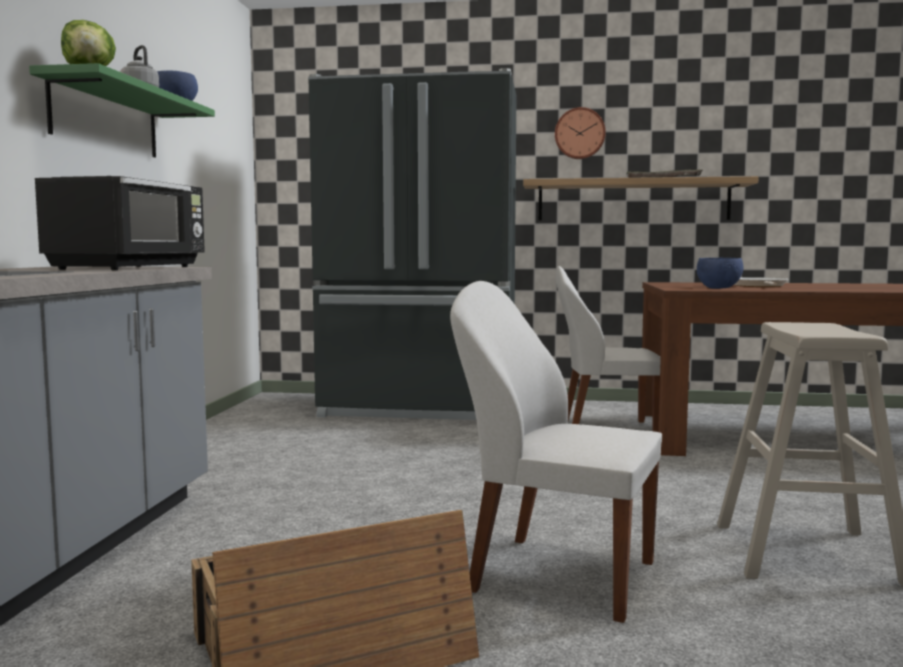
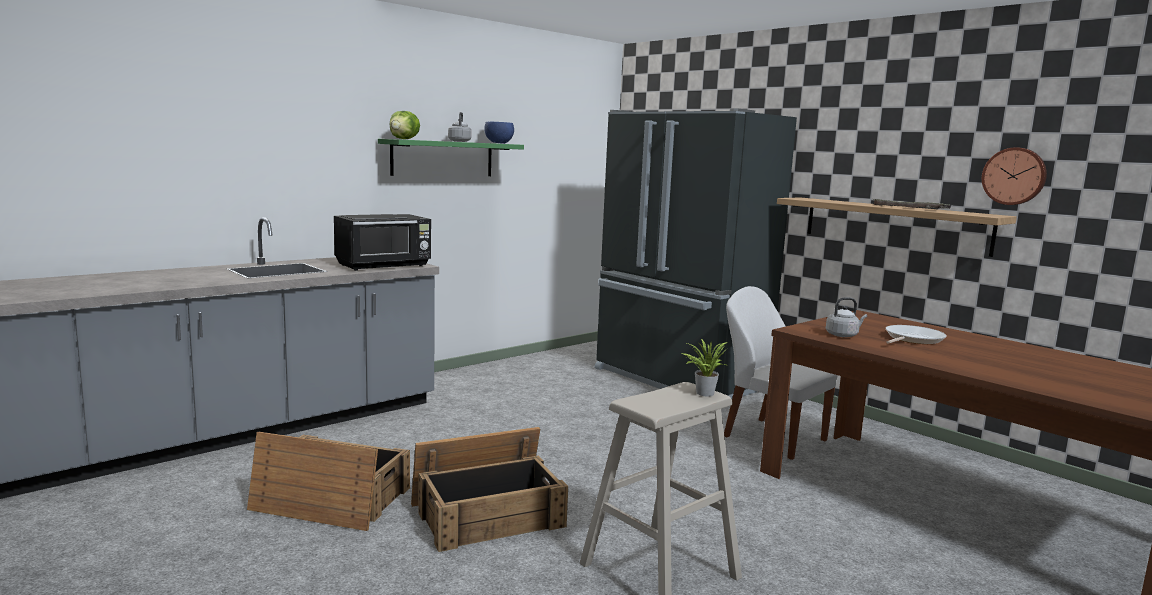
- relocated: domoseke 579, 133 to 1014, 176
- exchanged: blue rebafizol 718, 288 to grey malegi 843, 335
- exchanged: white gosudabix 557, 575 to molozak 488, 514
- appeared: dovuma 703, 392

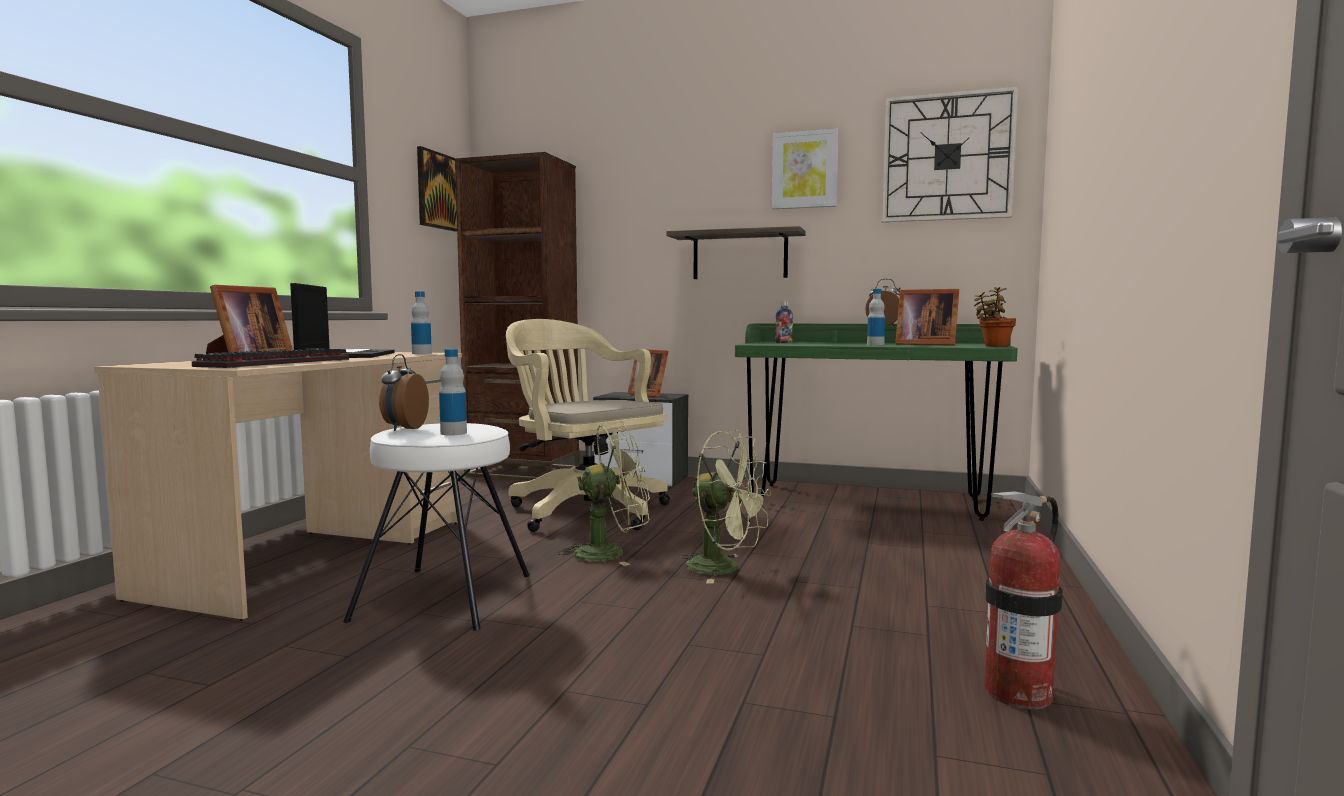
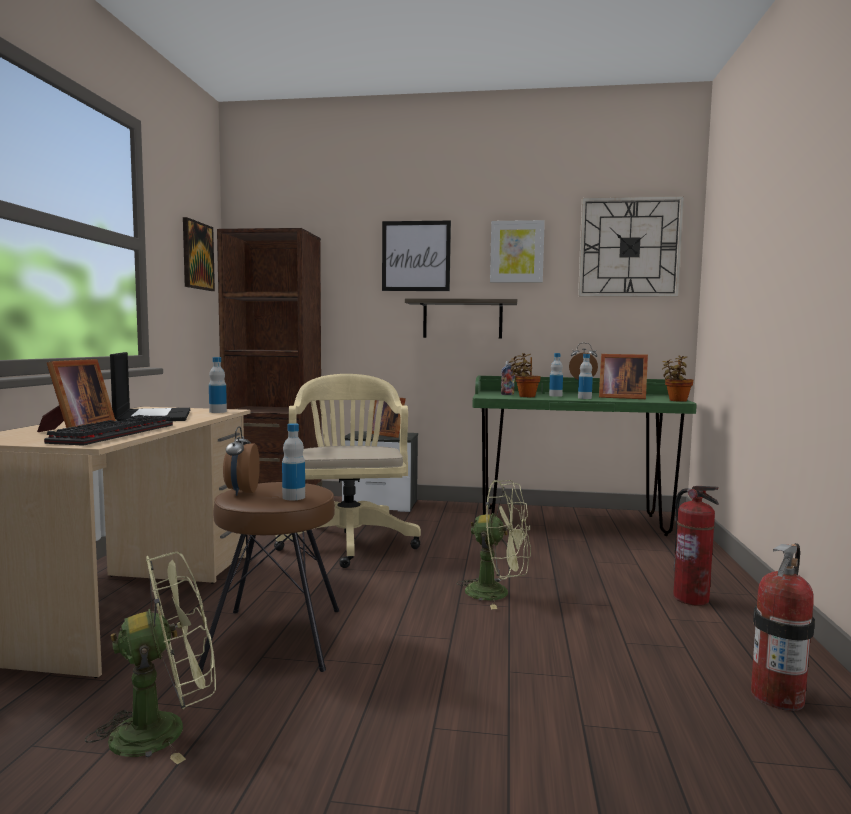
- spun: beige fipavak 583, 510 = 348, 539 45 degrees clockwise
- relocated: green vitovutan 610, 553 to 164, 729
- colour: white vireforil 446, 597 to brown vireforil 277, 638
- appeared: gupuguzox 416, 256
- appeared: dovuma 525, 396
- appeared: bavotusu 555, 396
- appeared: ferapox 691, 598

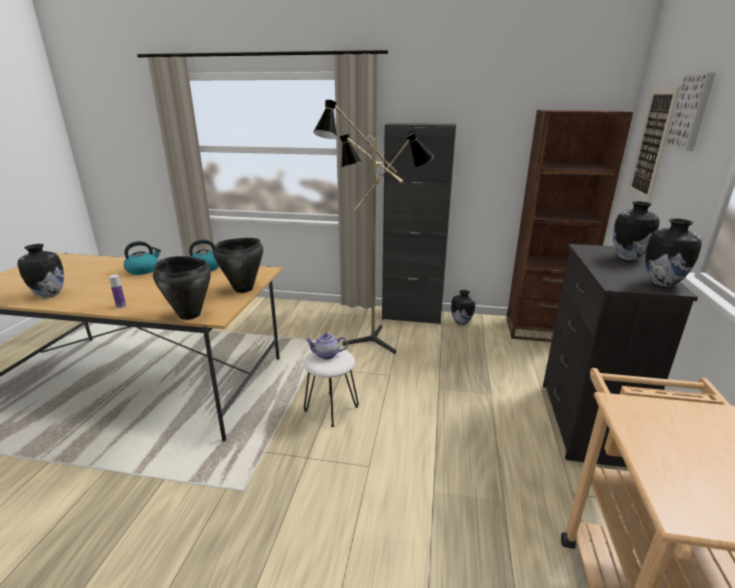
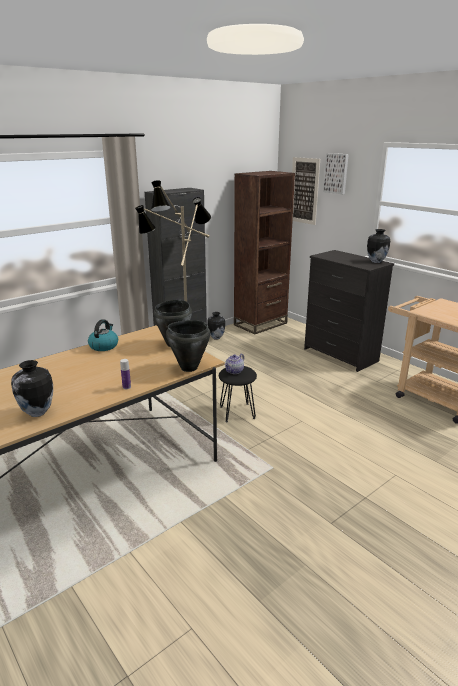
- missing: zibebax 627, 257
- missing: malegi 143, 270
- colour: white vireforil 331, 408 to black vireforil 237, 412

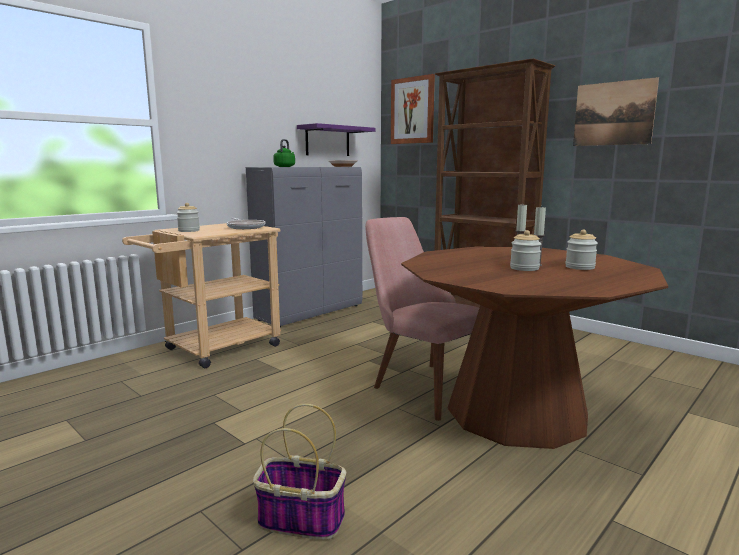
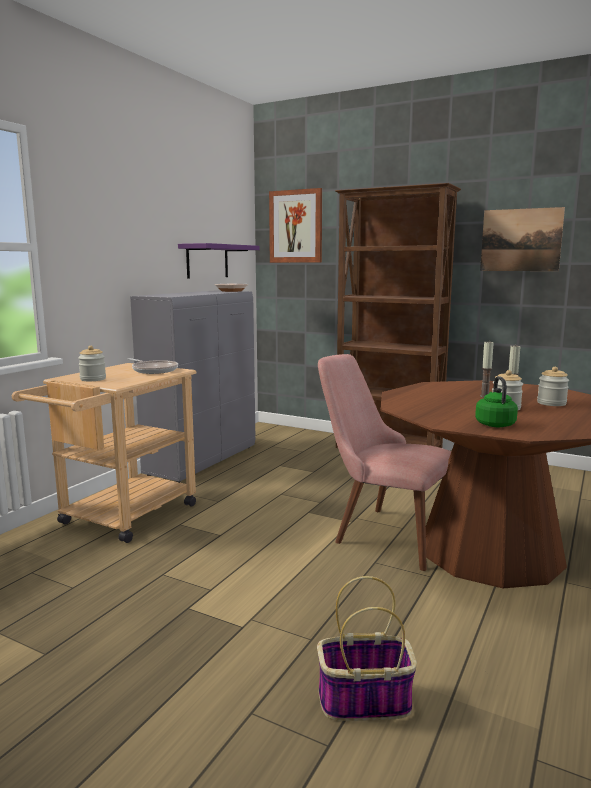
- relocated: green malegi 285, 166 to 494, 424

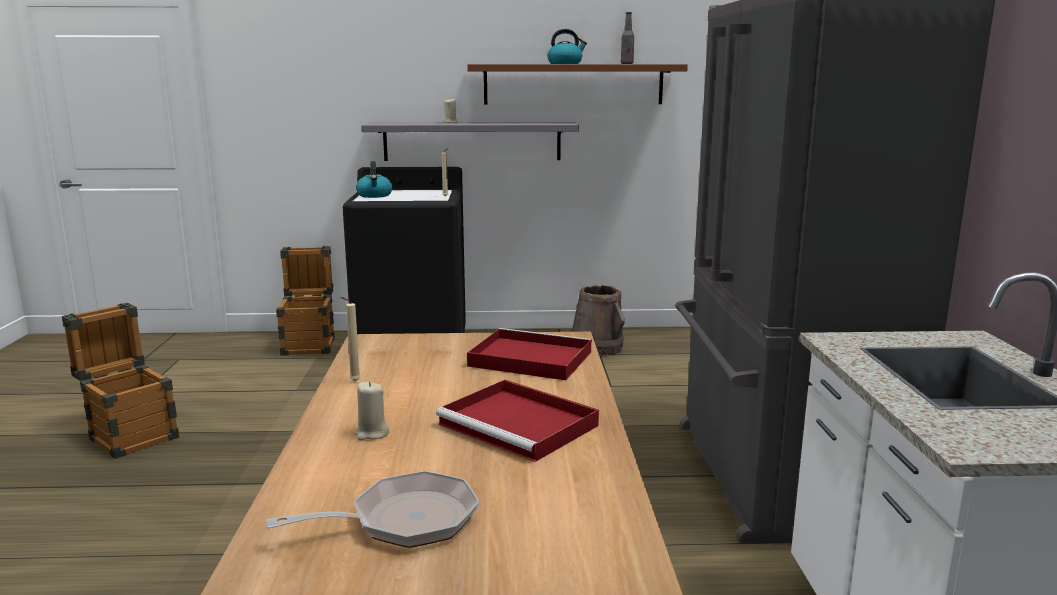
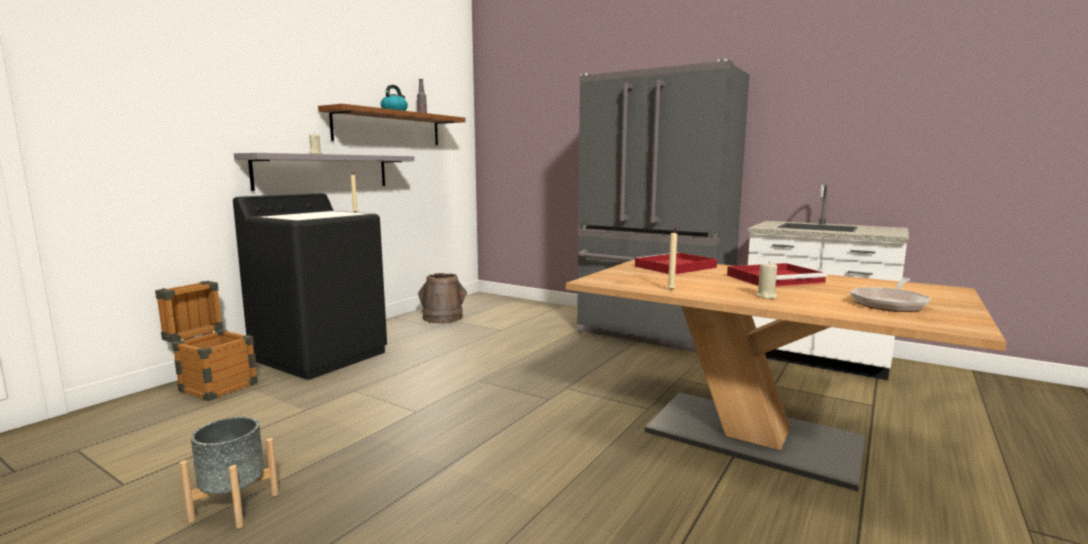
- missing: malegi 374, 195
- exchanged: molozak 130, 435 to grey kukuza 234, 507
- spun: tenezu 404, 521 = 890, 303 150 degrees counterclockwise

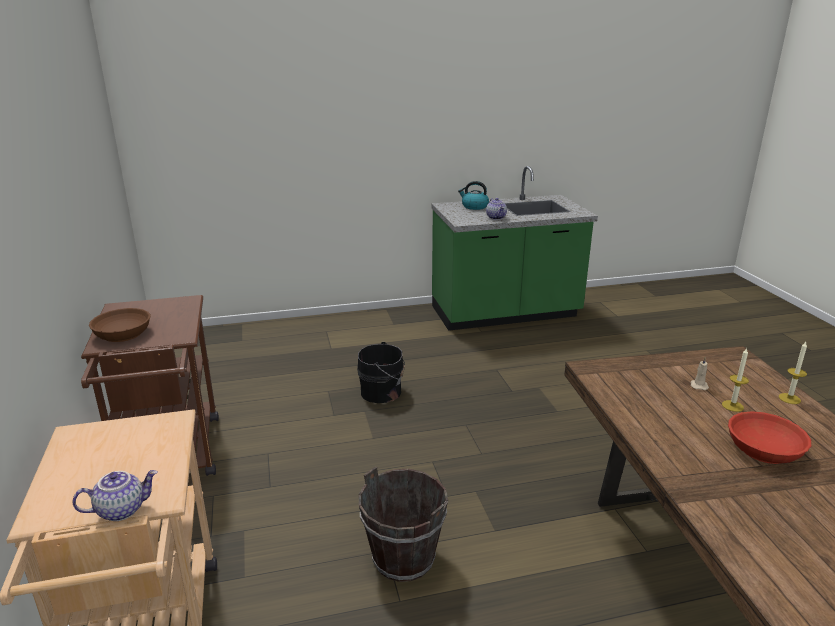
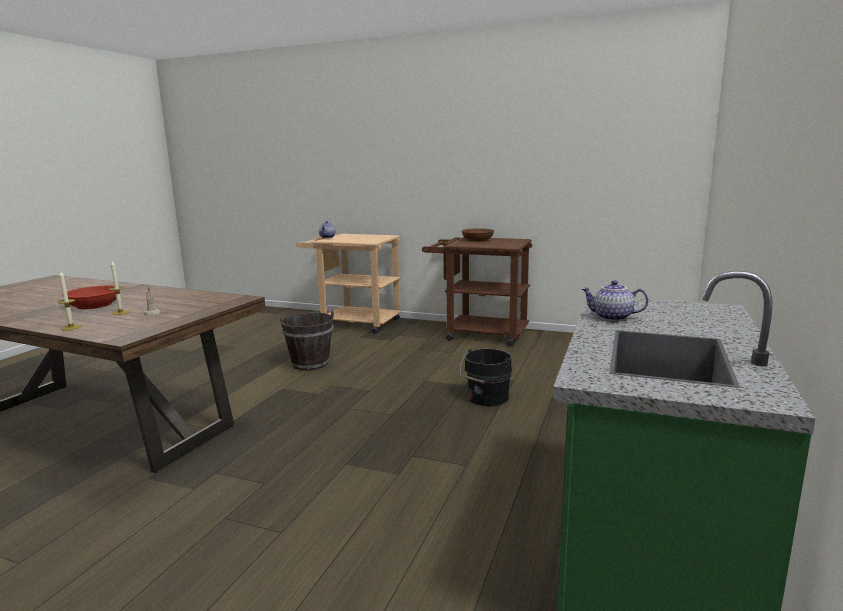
- missing: malegi 474, 206

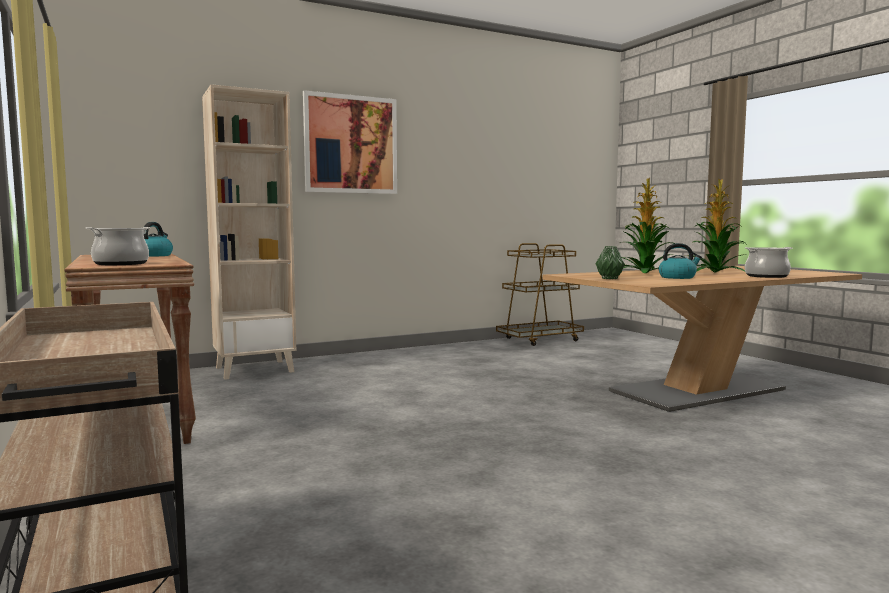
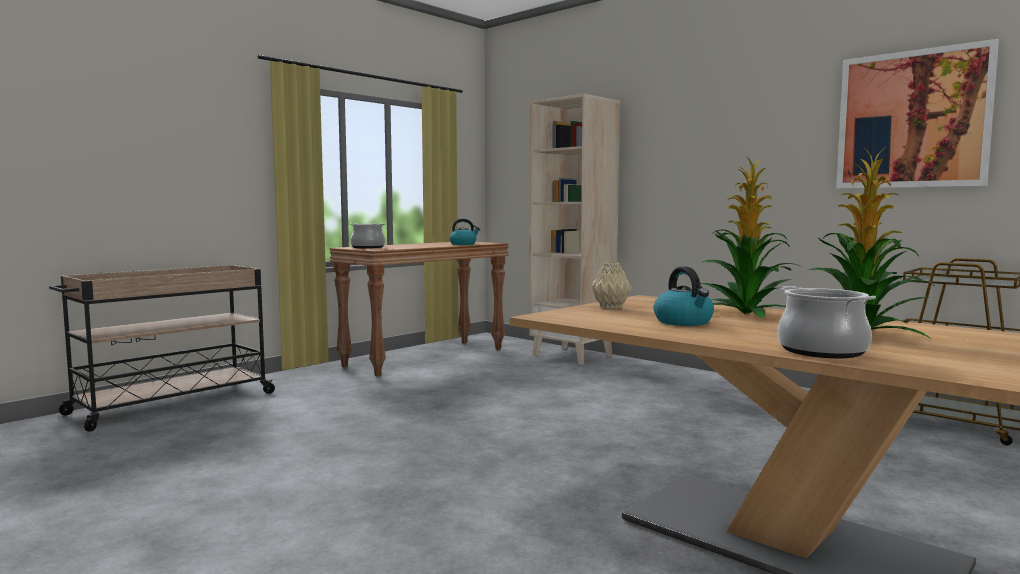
- relocated: gupuguzox 351, 144 to 912, 119
- colour: green zibebax 610, 278 to beige zibebax 610, 307

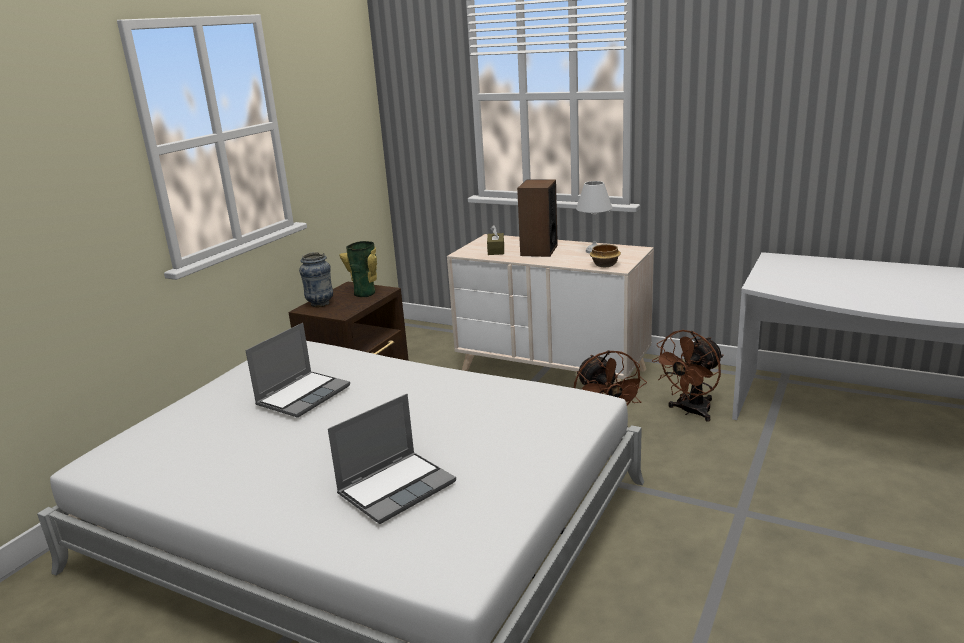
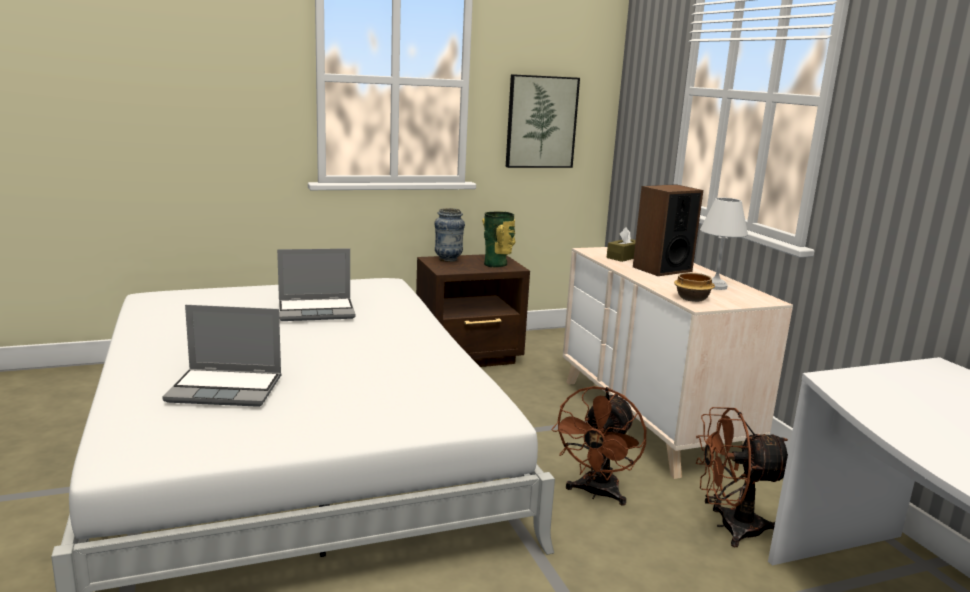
- appeared: gupuguzox 541, 122

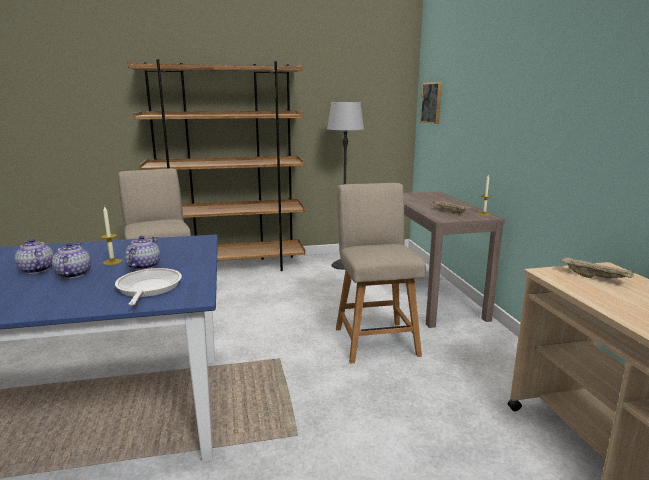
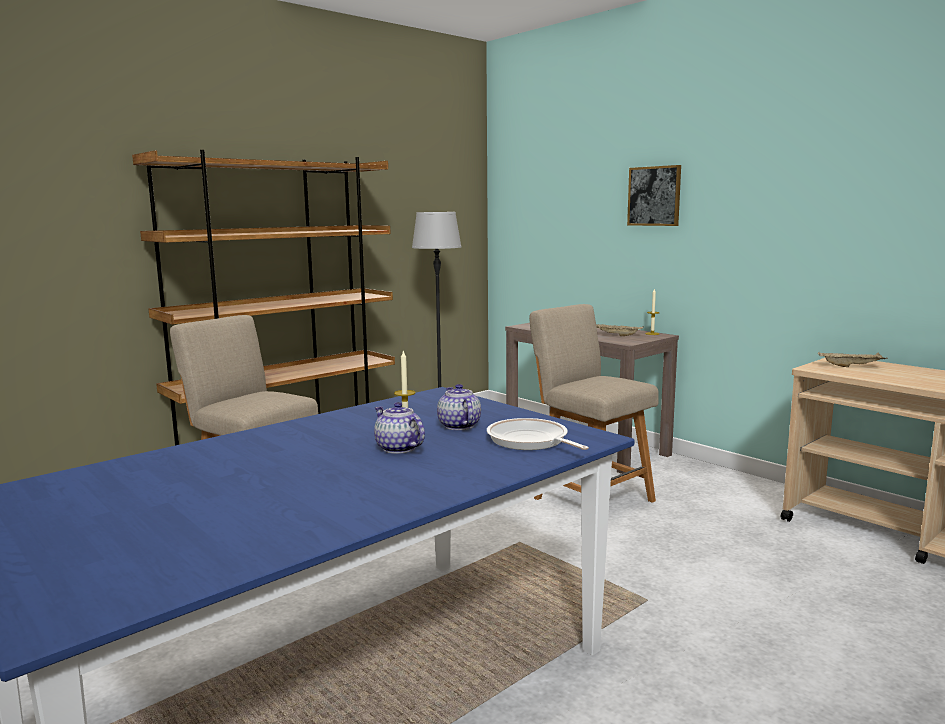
- relocated: gupuguzox 431, 103 to 654, 196
- missing: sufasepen 36, 270

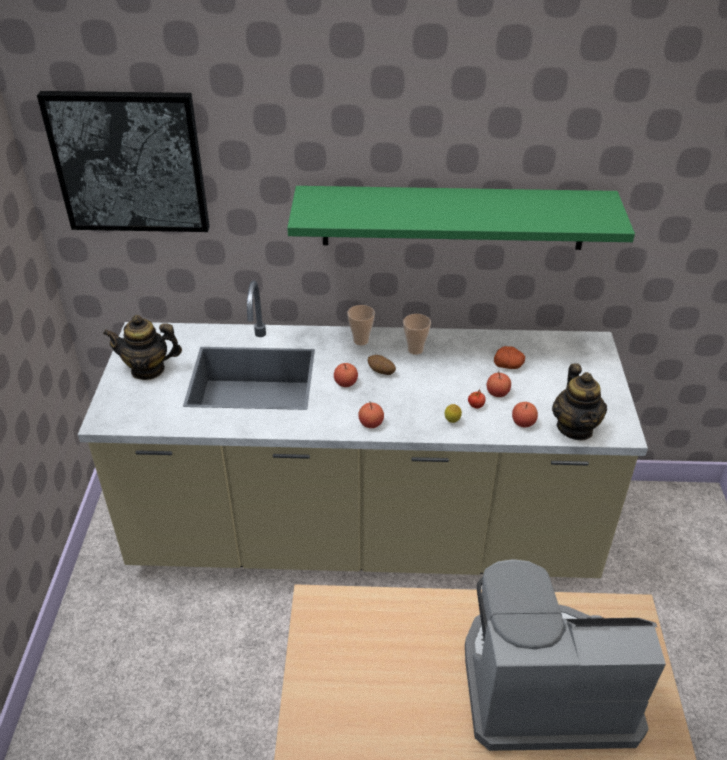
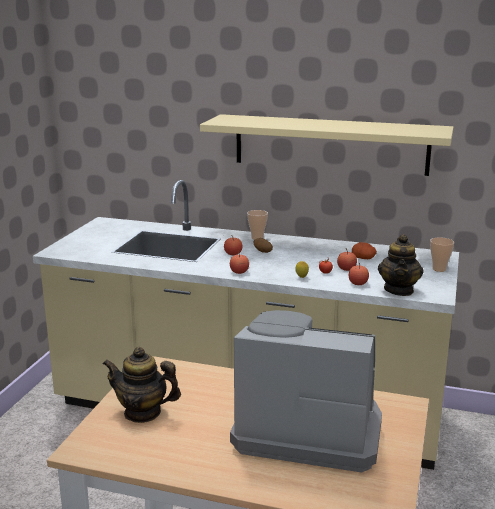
- missing: gupuguzox 129, 162
- colour: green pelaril 453, 217 to beige pelaril 330, 144
- relocated: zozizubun 415, 350 to 439, 269
- relocated: sufasepen 148, 369 to 143, 412

